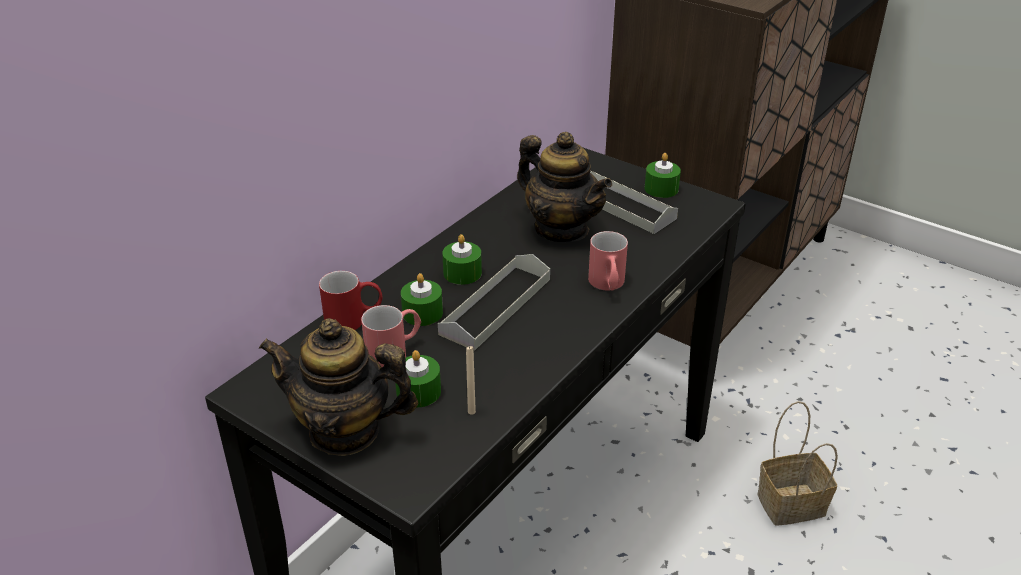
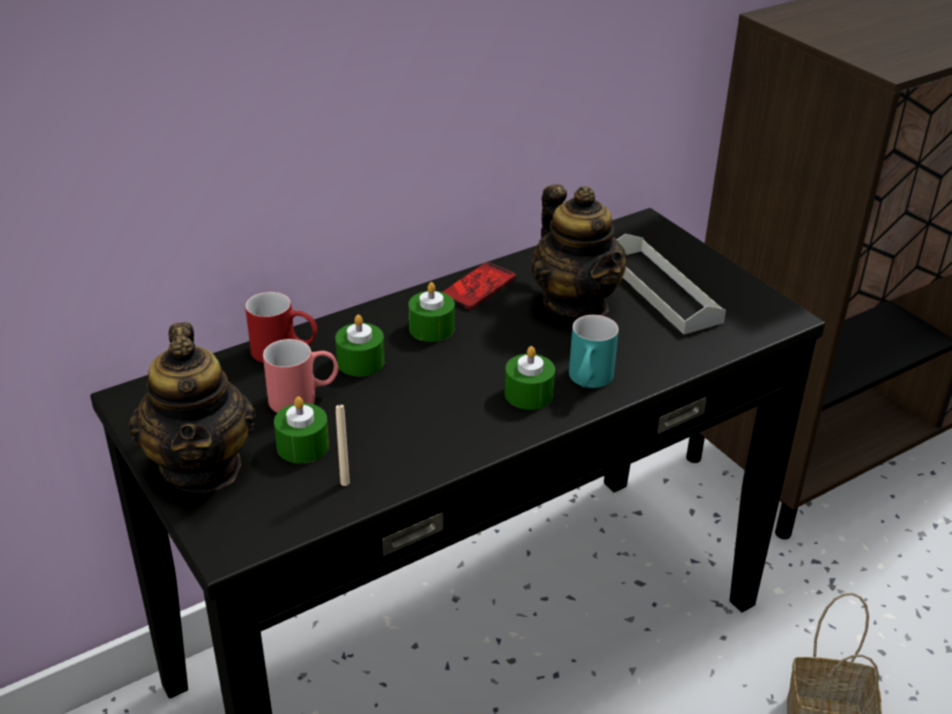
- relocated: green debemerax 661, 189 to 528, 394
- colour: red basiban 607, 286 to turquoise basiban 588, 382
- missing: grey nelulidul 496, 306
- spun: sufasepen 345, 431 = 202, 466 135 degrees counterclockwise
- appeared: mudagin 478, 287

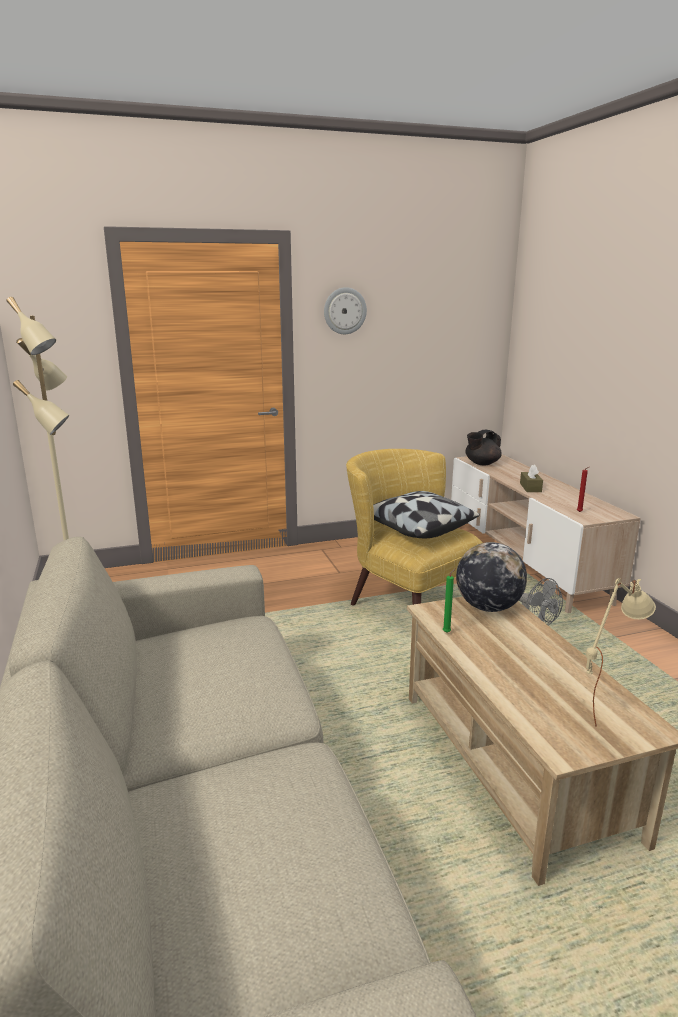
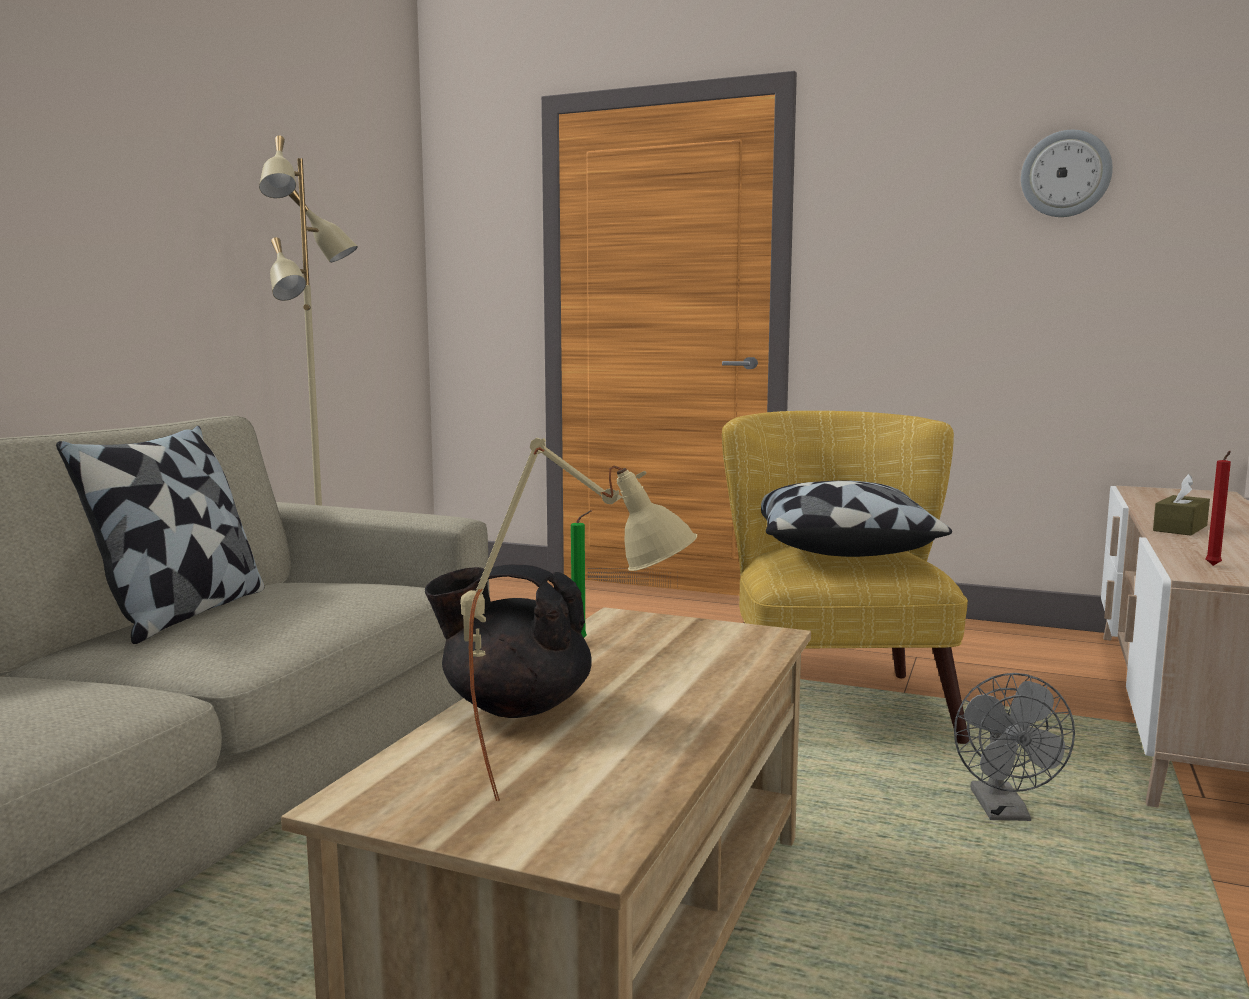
- relocated: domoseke 344, 311 to 1065, 174
- relocated: black sufasepen 481, 463 to 514, 707
- missing: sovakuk 488, 607
- appeared: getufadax 182, 613

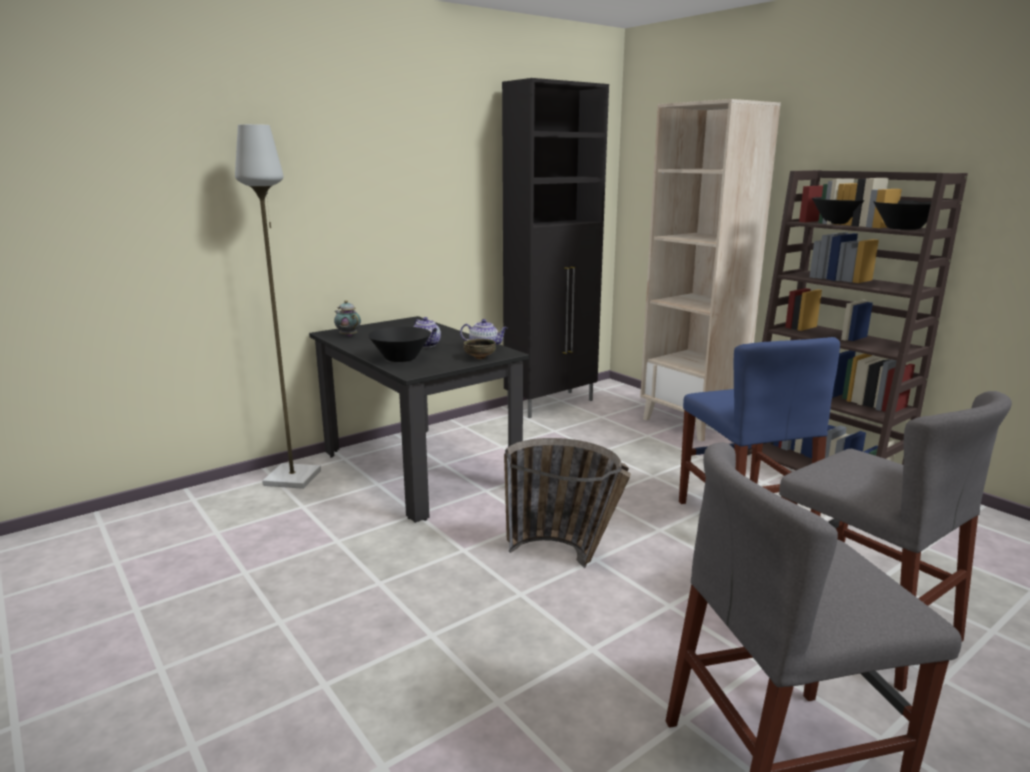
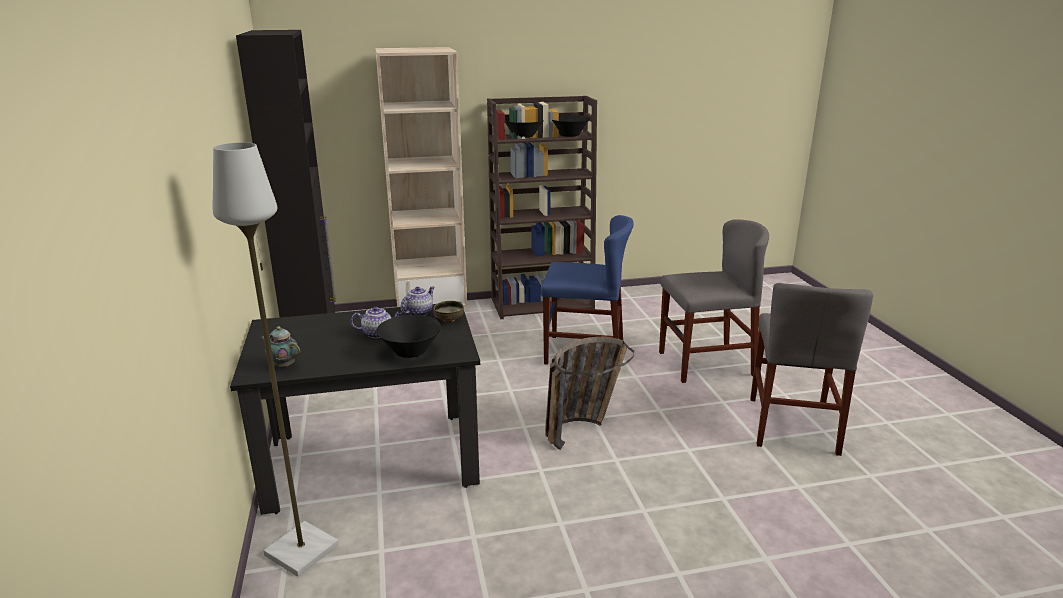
- spun: sufasepen 348, 336 = 283, 365 45 degrees clockwise

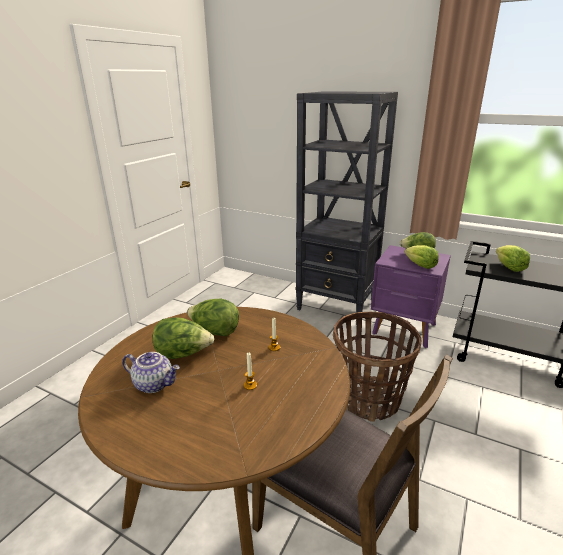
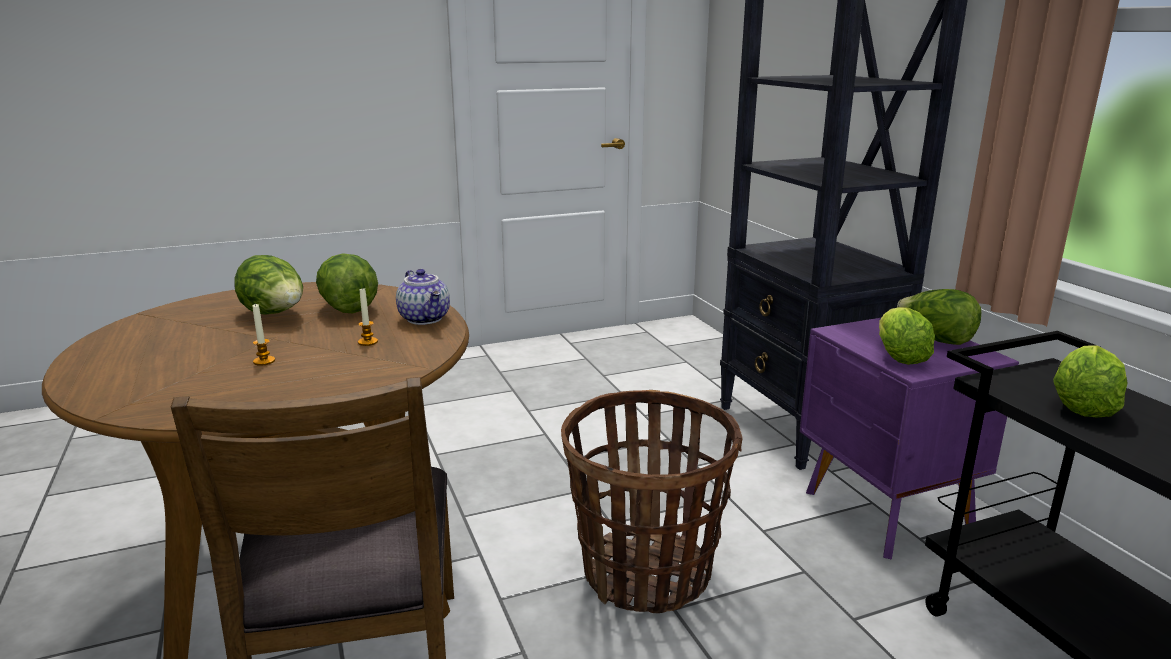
- relocated: sufasepen 155, 384 to 426, 318

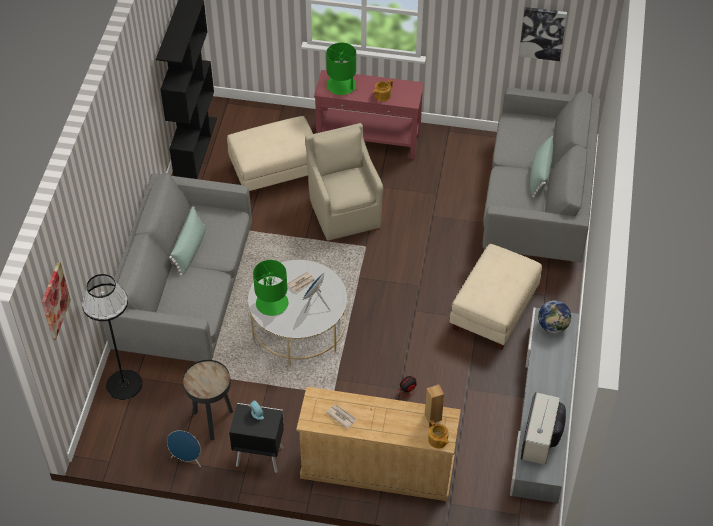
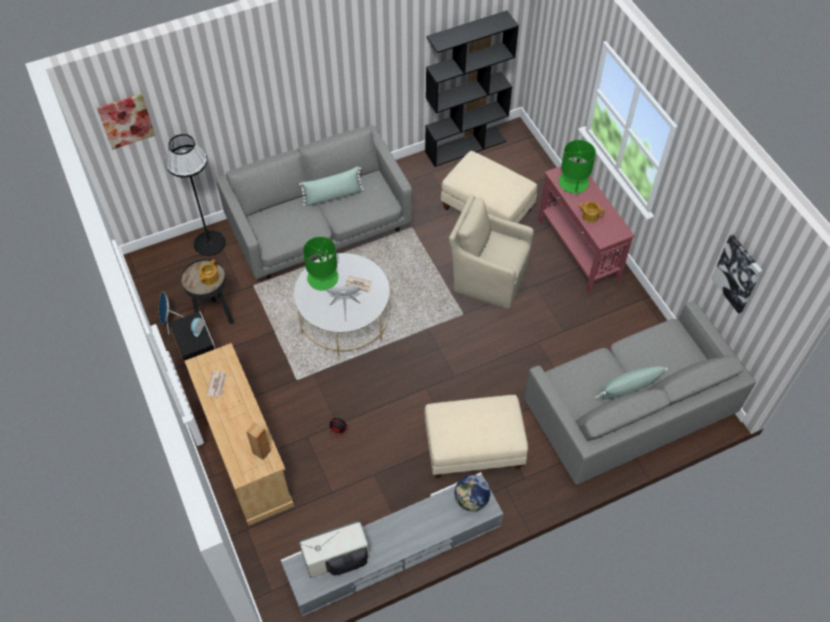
- spun: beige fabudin 344, 211 = 488, 278 105 degrees counterclockwise
- relocated: sufasepen 438, 440 to 209, 278

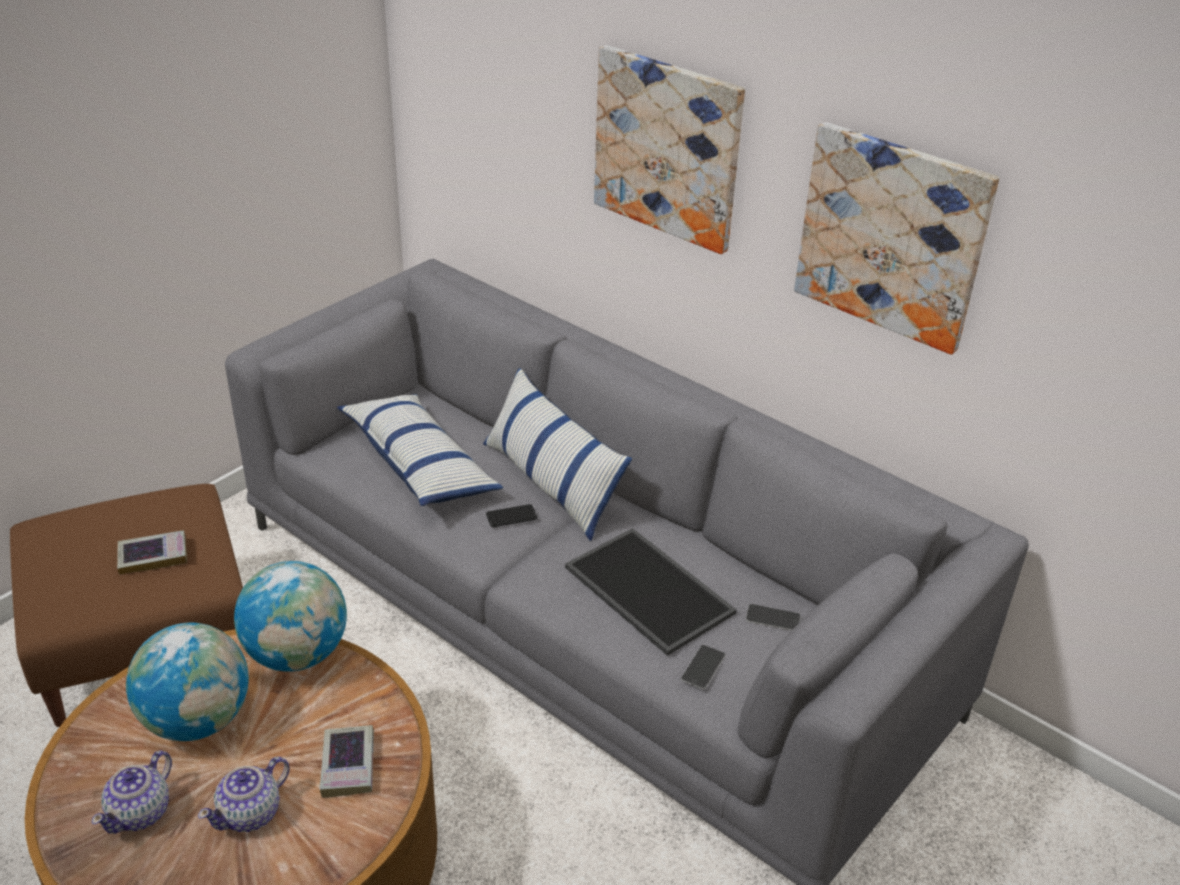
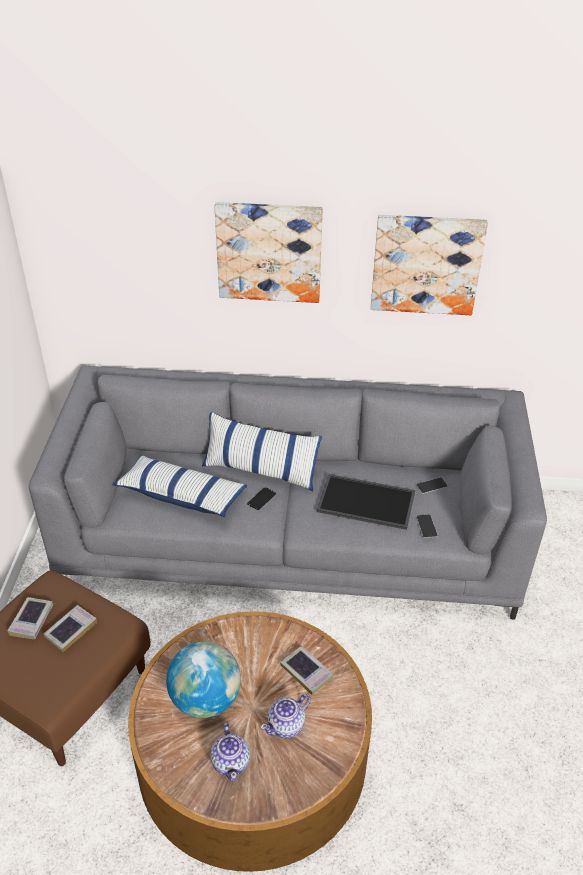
- missing: sovakuk 297, 654
- spun: sufasepen 251, 813 = 286, 725 45 degrees clockwise
- appeared: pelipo 31, 620

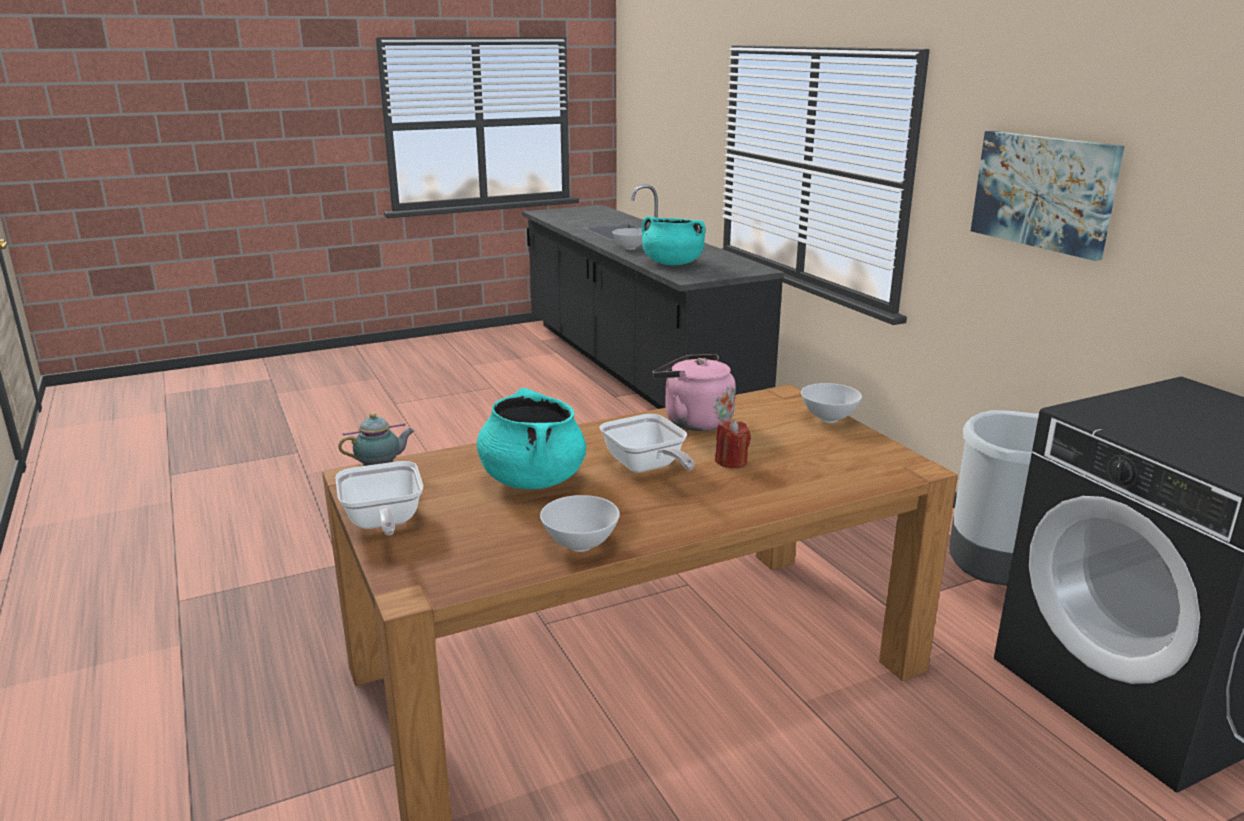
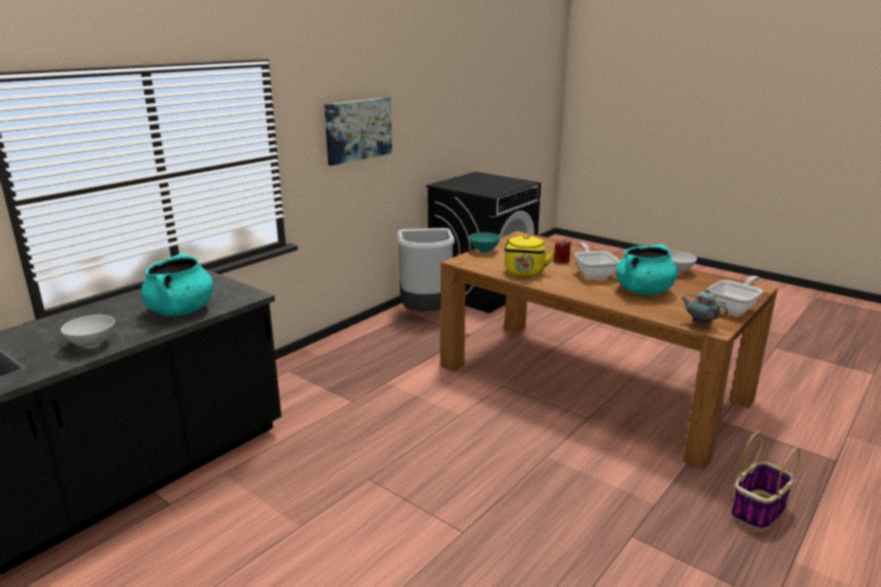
- colour: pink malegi 694, 421 to yellow malegi 524, 273
- colour: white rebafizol 828, 419 to turquoise rebafizol 484, 251
- spun: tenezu 646, 467 = 593, 273 45 degrees counterclockwise
- appeared: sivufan 758, 511

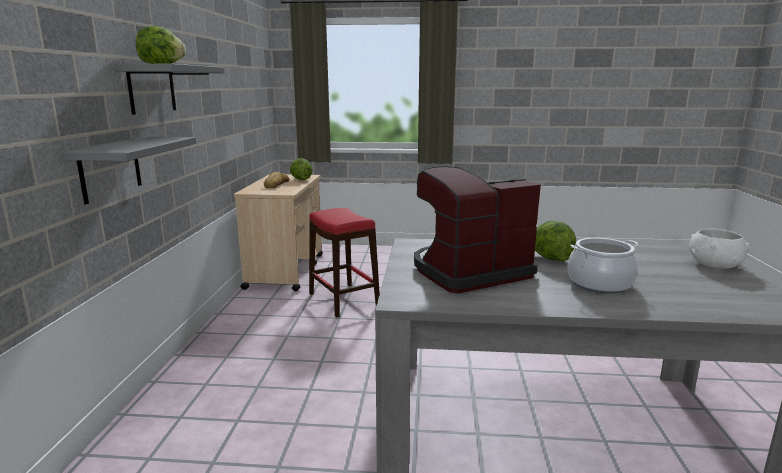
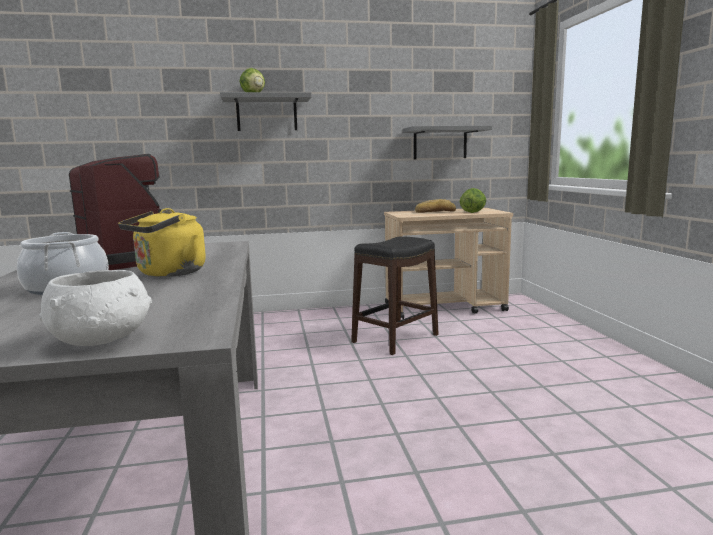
- relocated: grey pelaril 110, 168 to 440, 143
- colour: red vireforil 344, 300 to black vireforil 396, 338
- exchanged: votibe 550, 258 to yellow malegi 168, 273

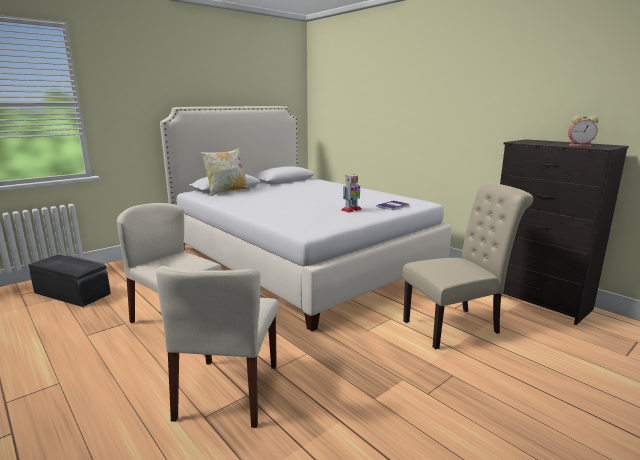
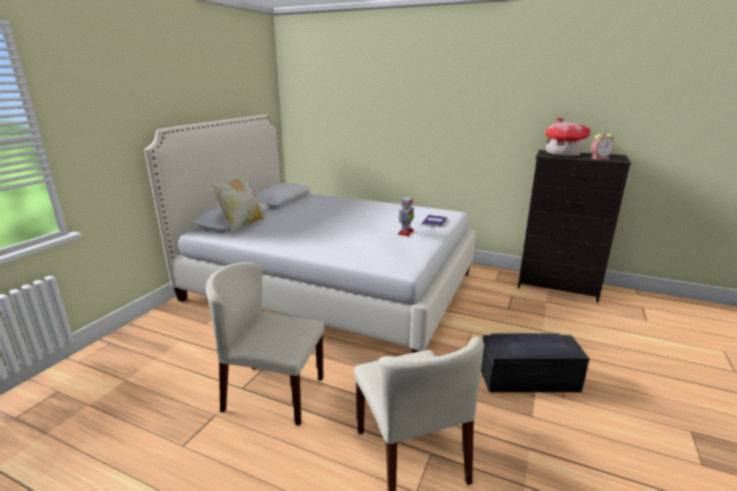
- missing: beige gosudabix 456, 326
- relocated: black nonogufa 73, 293 to 527, 377
- appeared: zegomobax 562, 154

